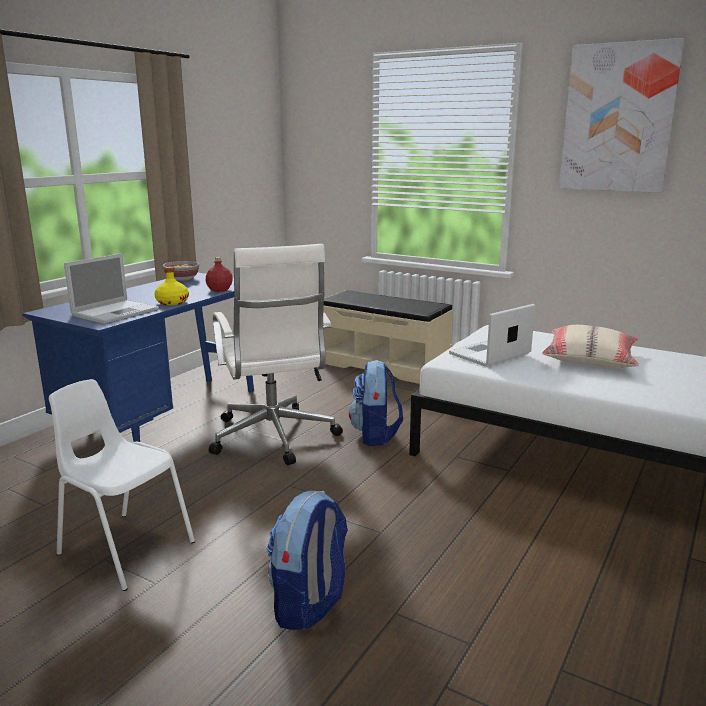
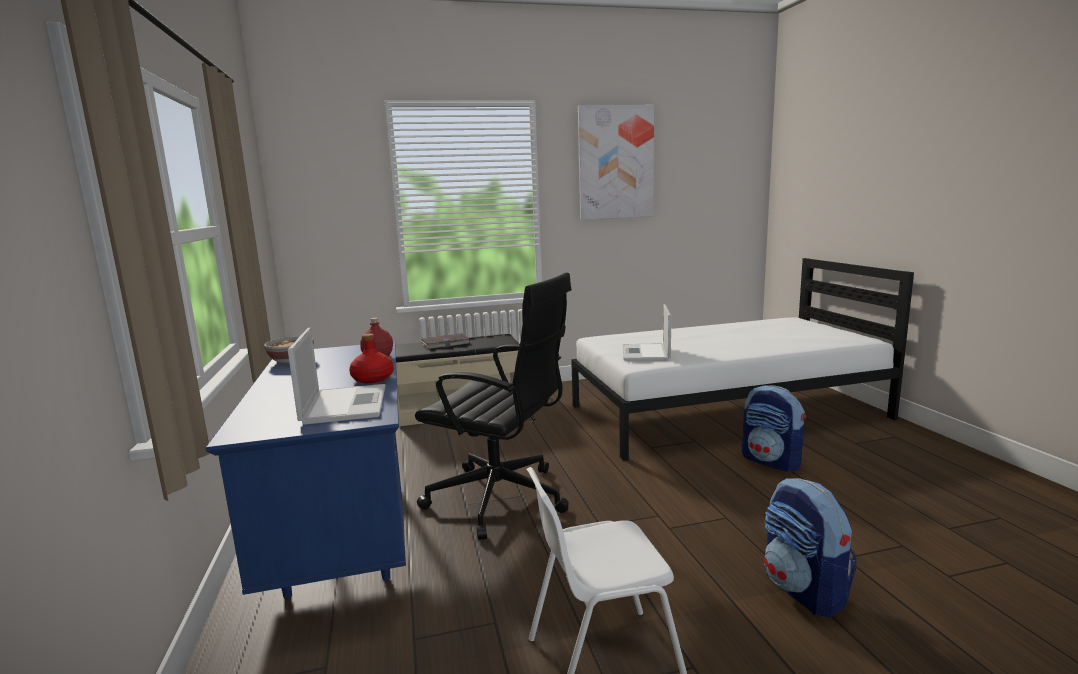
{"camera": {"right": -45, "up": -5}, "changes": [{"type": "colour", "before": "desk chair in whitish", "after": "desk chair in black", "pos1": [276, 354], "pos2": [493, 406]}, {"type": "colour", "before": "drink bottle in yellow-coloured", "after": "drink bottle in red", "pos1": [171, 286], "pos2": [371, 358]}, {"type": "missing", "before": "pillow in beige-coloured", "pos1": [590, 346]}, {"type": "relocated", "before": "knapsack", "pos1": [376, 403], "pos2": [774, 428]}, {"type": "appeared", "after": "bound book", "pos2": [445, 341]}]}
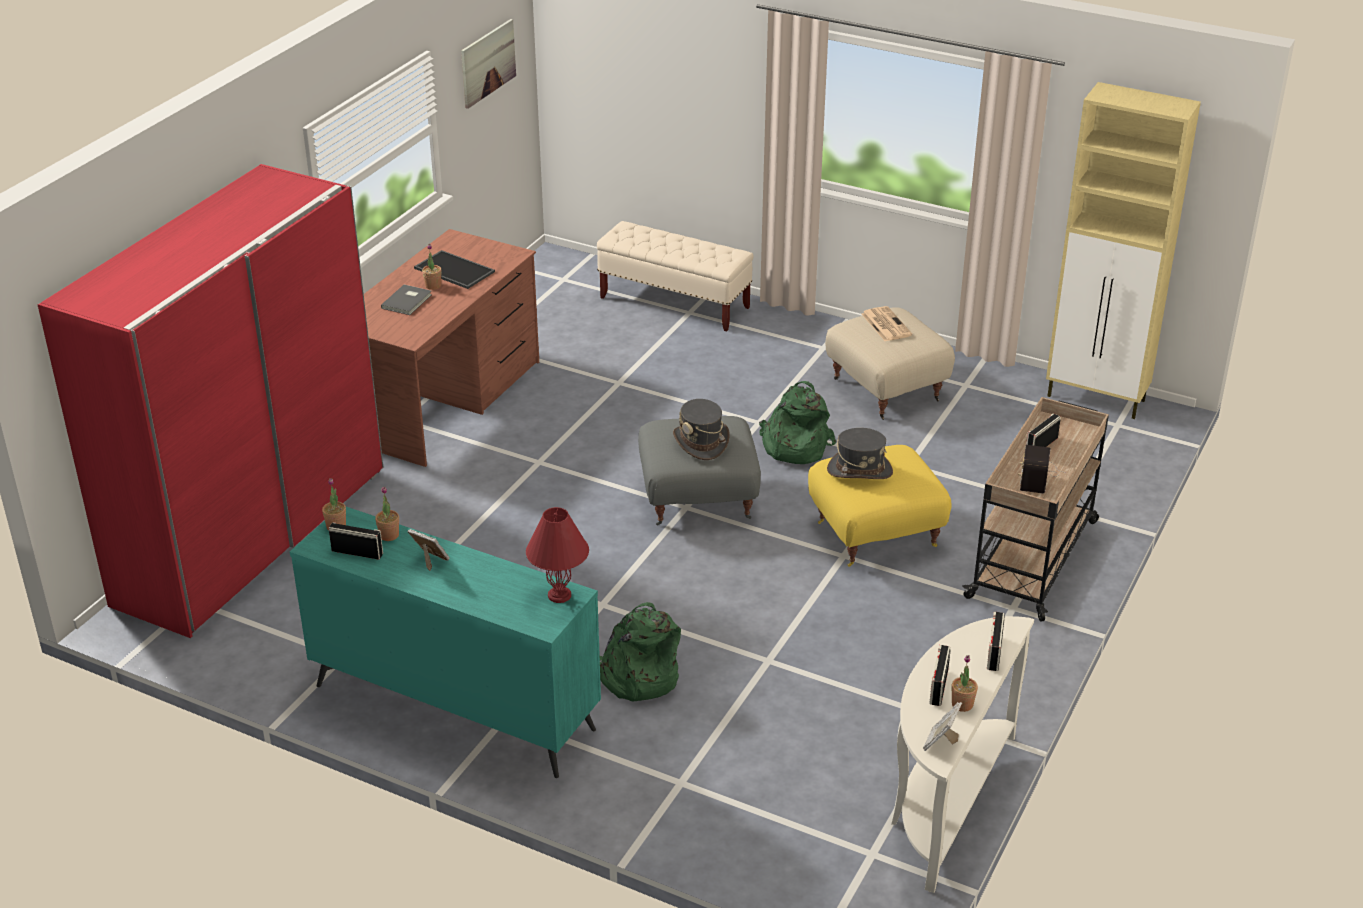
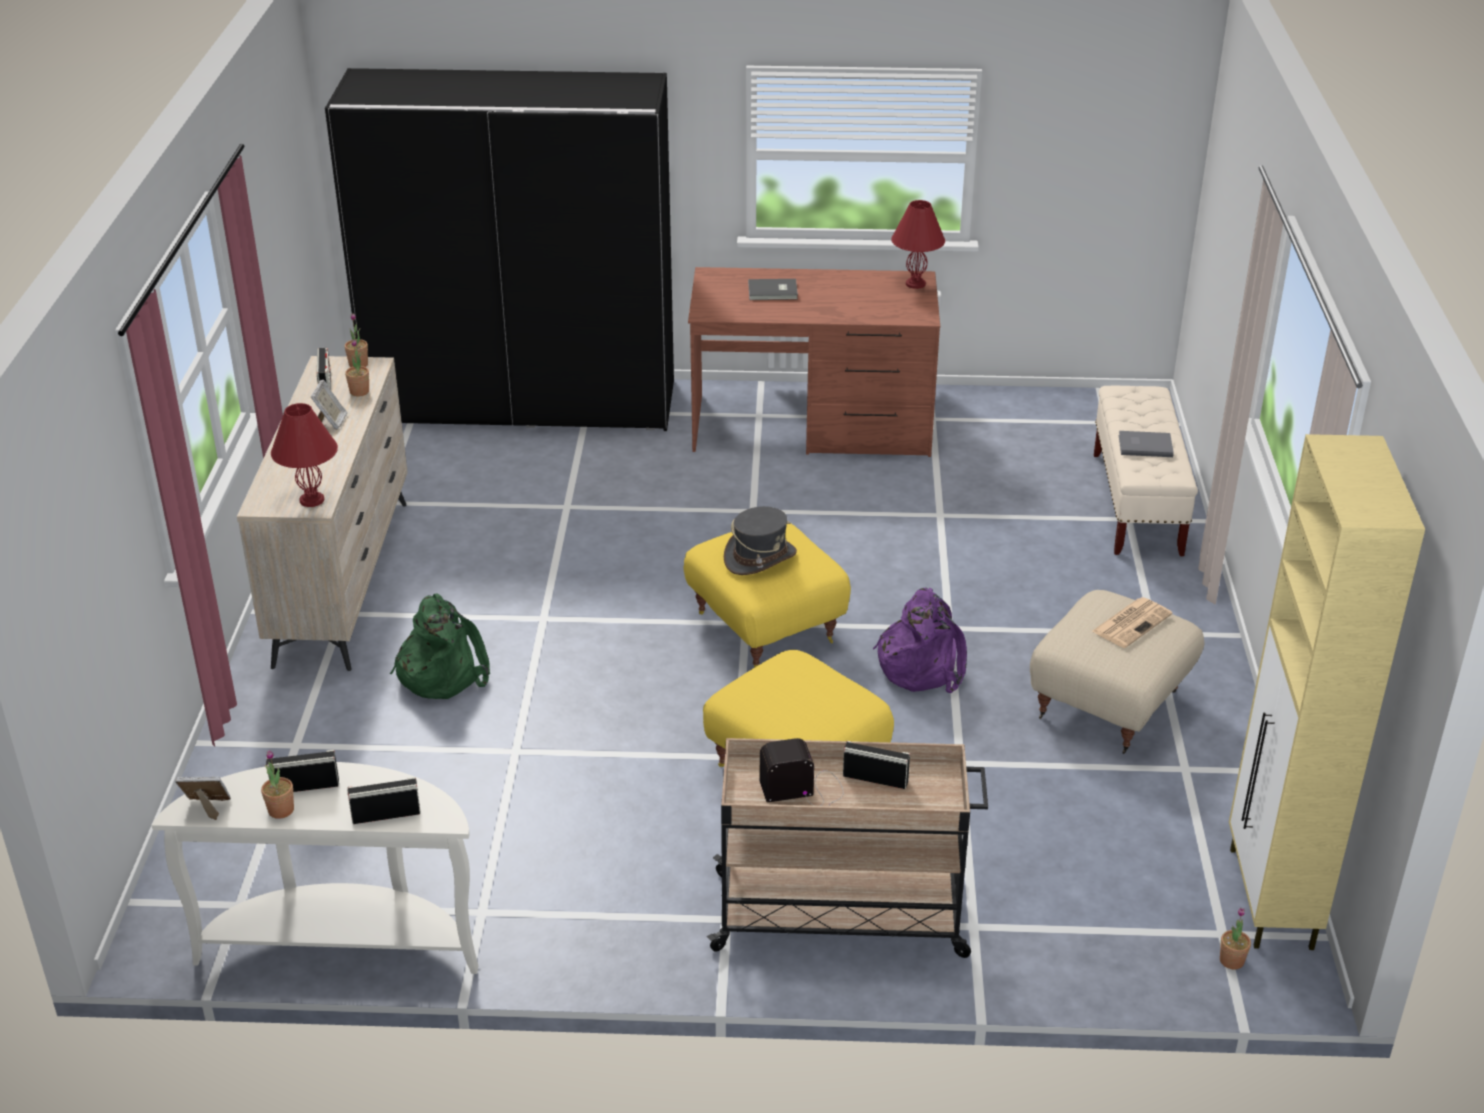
{"camera": {"right": 65, "up": 0}, "changes": [{"type": "missing", "before": "wall art", "pos1": [488, 64]}, {"type": "colour", "before": "clothes cupboard in red", "after": "clothes cupboard in black", "pos1": [211, 401], "pos2": [499, 249]}, {"type": "relocated", "before": "houseplant", "pos1": [431, 266], "pos2": [1235, 939]}, {"type": "missing", "before": "carrying tray", "pos1": [454, 269]}, {"type": "colour", "before": "knapsack in green-coloured", "after": "knapsack in purplish", "pos1": [797, 422], "pos2": [920, 640]}, {"type": "colour", "before": "ottoman in greyish", "after": "ottoman in yellow-coloured", "pos1": [699, 471], "pos2": [767, 595]}, {"type": "missing", "before": "clothing hat in greyish", "pos1": [860, 453]}, {"type": "colour", "before": "dresser in blue-green", "after": "dresser in beige-coloured", "pos1": [445, 642], "pos2": [322, 513]}, {"type": "appeared", "after": "table lamp in red", "pos2": [918, 244]}, {"type": "appeared", "after": "bound book in greyish", "pos2": [1146, 444]}]}
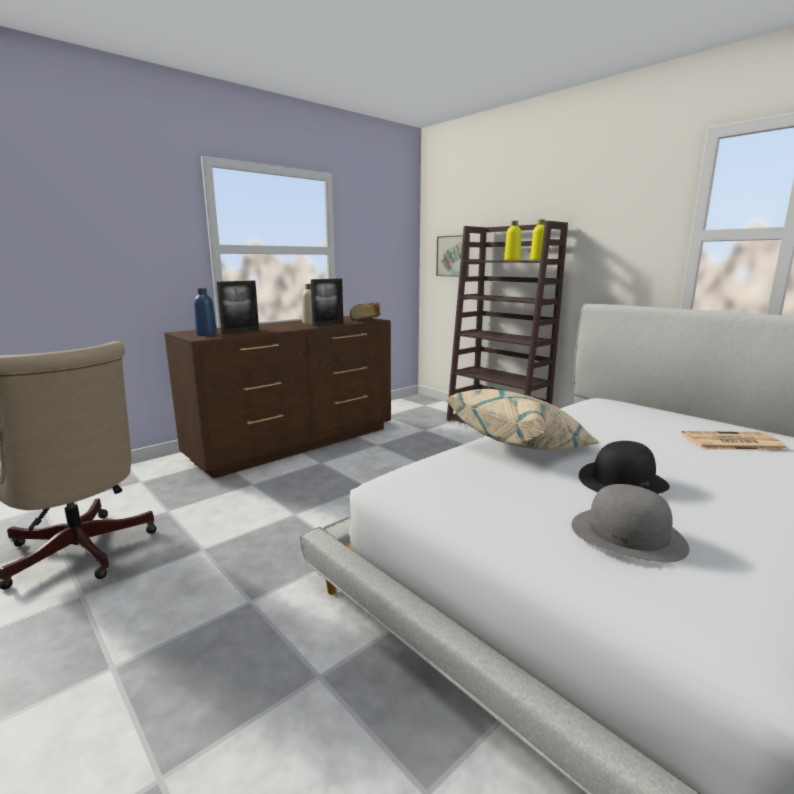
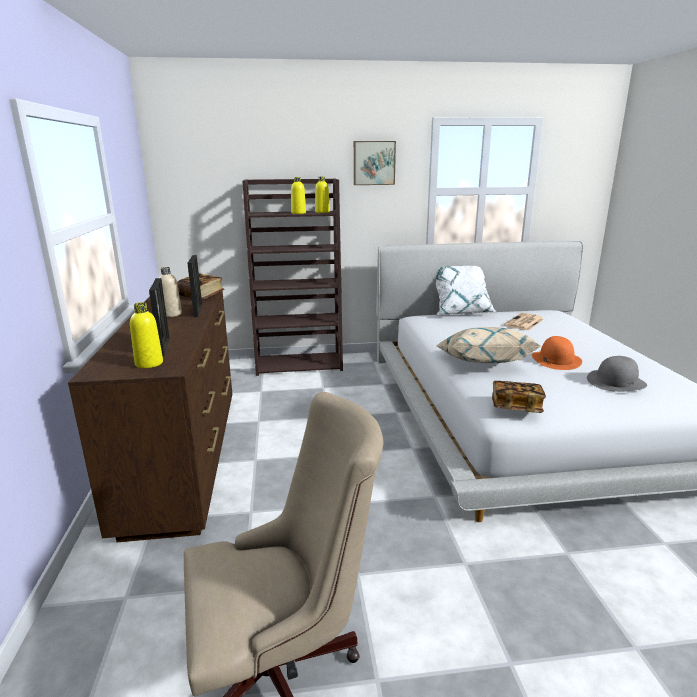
{"camera": {"right": -55, "up": 5}, "changes": [{"type": "relocated", "before": "wall art", "pos1": [453, 256], "pos2": [375, 163]}, {"type": "colour", "before": "drink bottle in blue-coloured", "after": "drink bottle in yellow-coloured", "pos1": [205, 312], "pos2": [146, 335]}, {"type": "colour", "before": "clothing hat in black", "after": "clothing hat in orangey", "pos1": [624, 467], "pos2": [557, 353]}, {"type": "appeared", "after": "pillow in whitish", "pos2": [466, 290]}, {"type": "appeared", "after": "bound book", "pos2": [519, 397]}]}
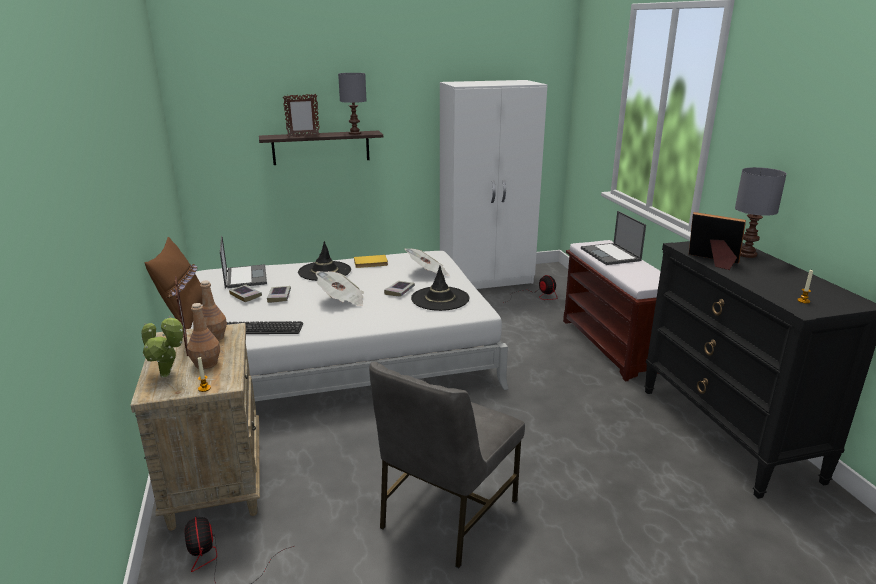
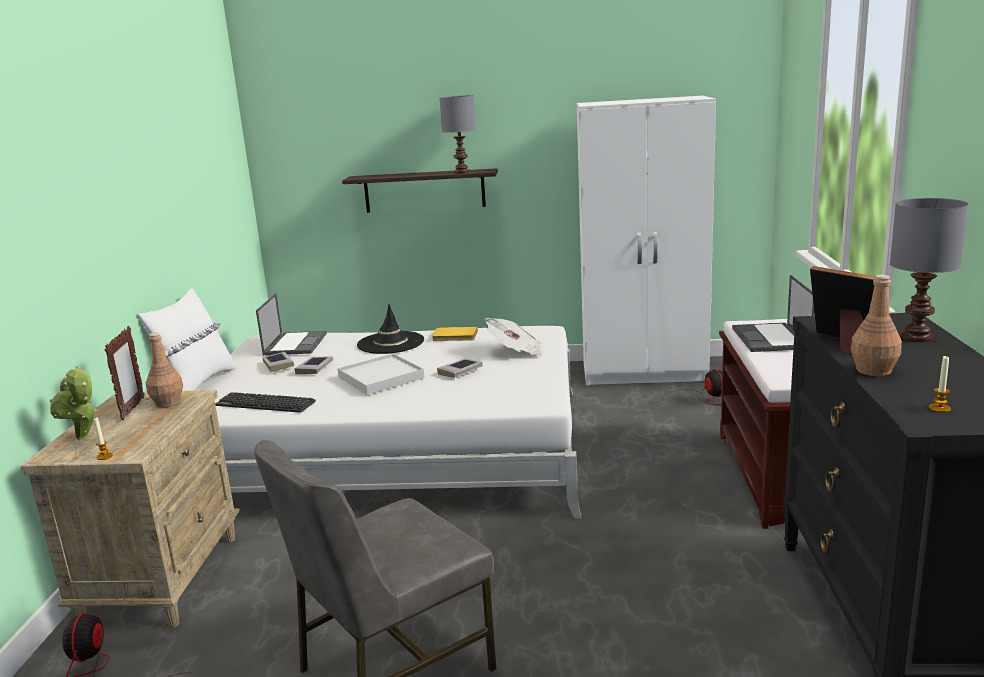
{"camera": {"right": 20, "up": -5}, "changes": [{"type": "missing", "before": "standing frame", "pos1": [301, 115]}, {"type": "colour", "before": "pillow in brown-coloured", "after": "pillow in whitish", "pos1": [173, 283], "pos2": [187, 339]}, {"type": "missing", "before": "clothing hat in black", "pos1": [440, 288]}, {"type": "exchanged", "before": "printed paper", "after": "carrying tray in whitish", "pos1": [340, 288], "pos2": [381, 374]}, {"type": "relocated", "before": "drink bottle in brown-coloured", "pos1": [203, 336], "pos2": [876, 325]}]}
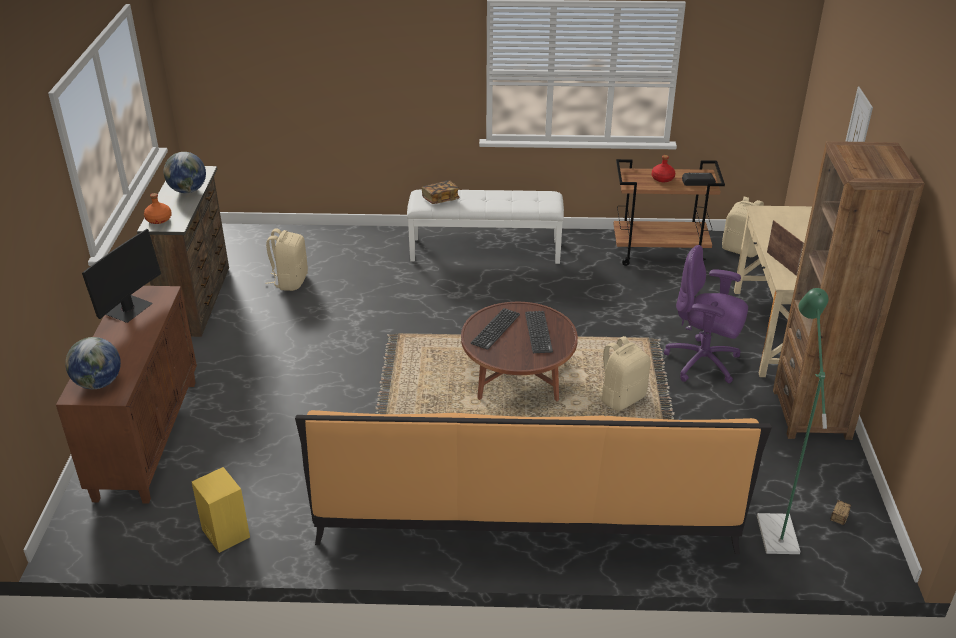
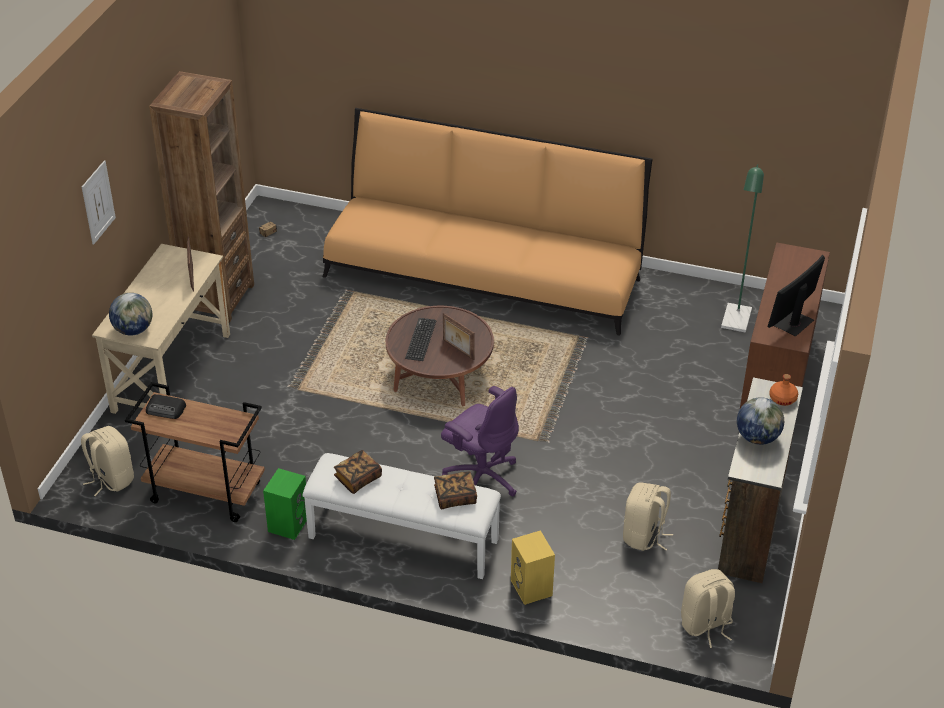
{"camera": {"right": -165, "up": 5}, "changes": [{"type": "missing", "before": "drink bottle in red", "pos1": [663, 168]}, {"type": "relocated", "before": "desk chair in purplish", "pos1": [706, 314], "pos2": [480, 441]}, {"type": "relocated", "before": "standing lamp in green-coloured", "pos1": [793, 421], "pos2": [742, 248]}, {"type": "exchanged", "before": "keyboard", "after": "standing frame", "pos1": [495, 329], "pos2": [459, 336]}, {"type": "relocated", "before": "knapsack in beige-coloured", "pos1": [623, 373], "pos2": [708, 608]}, {"type": "relocated", "before": "desk globe", "pos1": [93, 363], "pos2": [130, 314]}, {"type": "relocated", "before": "speaker in yellow-coloured", "pos1": [221, 510], "pos2": [533, 567]}, {"type": "appeared", "after": "bound book", "pos2": [358, 472]}, {"type": "appeared", "after": "speaker in green-coloured", "pos2": [285, 504]}]}
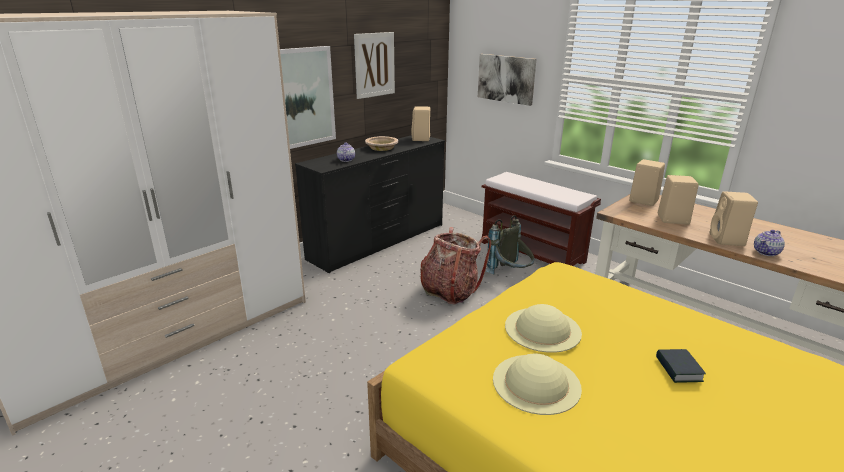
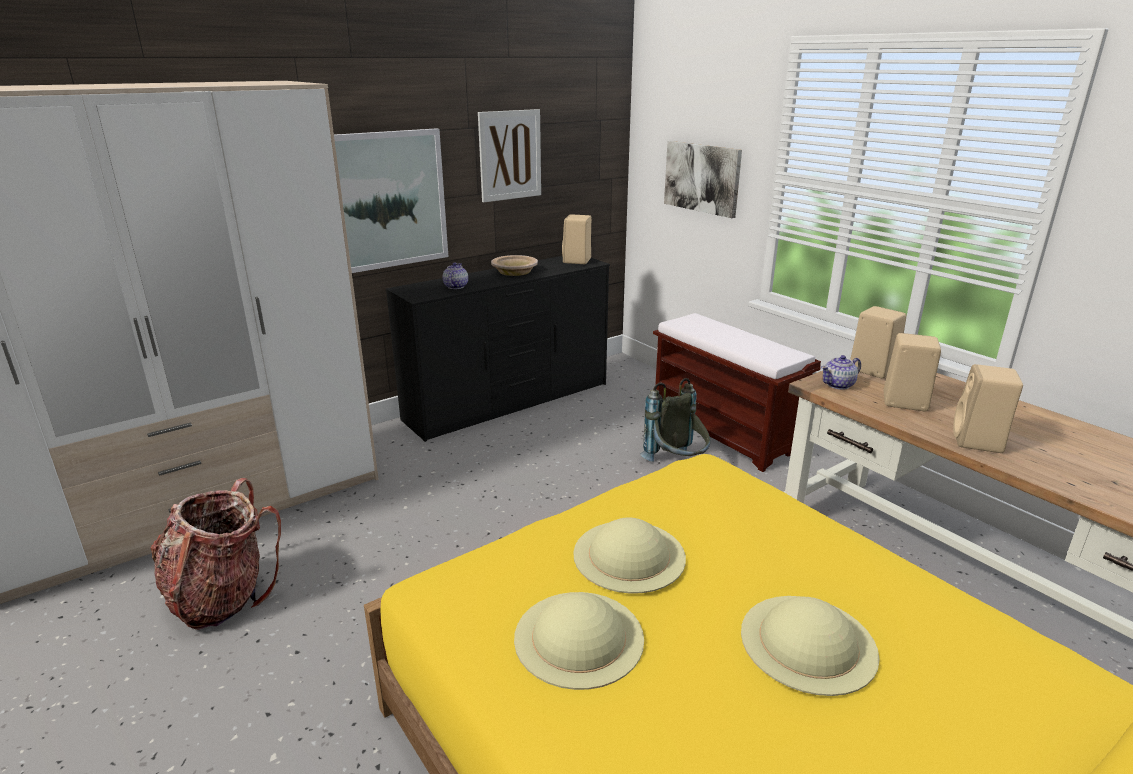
{"camera": {"right": 10, "up": 0}, "changes": [{"type": "relocated", "before": "knapsack", "pos1": [455, 266], "pos2": [216, 554]}, {"type": "relocated", "before": "teapot", "pos1": [769, 243], "pos2": [841, 372]}, {"type": "exchanged", "before": "bound book", "after": "clothing hat in beige-coloured", "pos1": [681, 366], "pos2": [810, 646]}]}
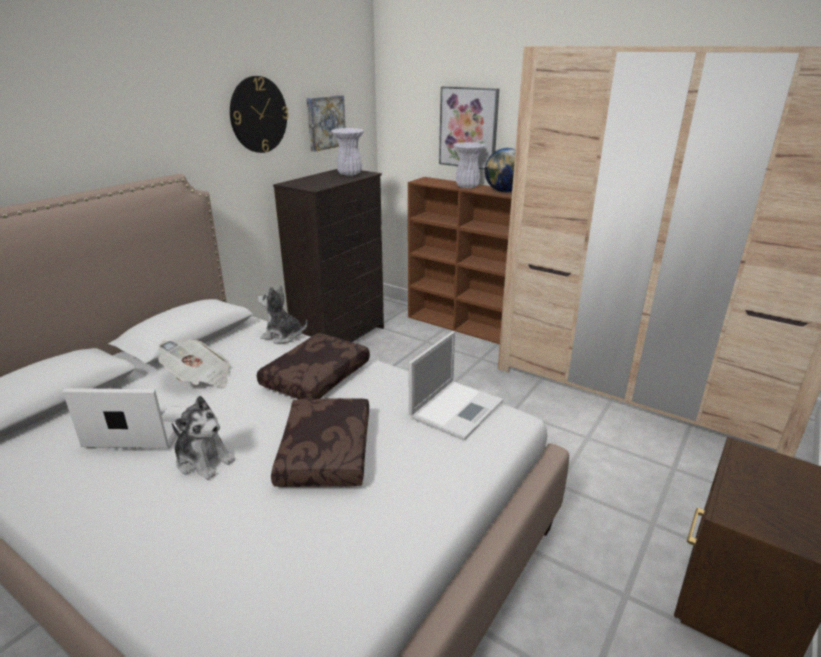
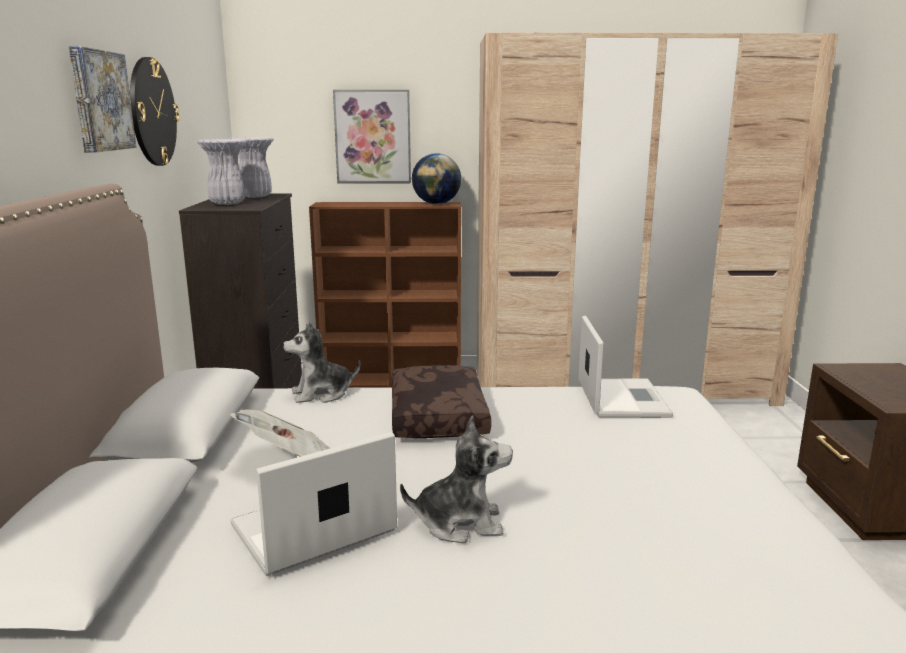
{"camera": {"right": -35, "up": -10}, "changes": [{"type": "relocated", "before": "wall art", "pos1": [326, 123], "pos2": [102, 99]}, {"type": "relocated", "before": "flower vase in whitish", "pos1": [469, 165], "pos2": [222, 172]}, {"type": "missing", "before": "pillow in brown-coloured", "pos1": [320, 442]}]}
